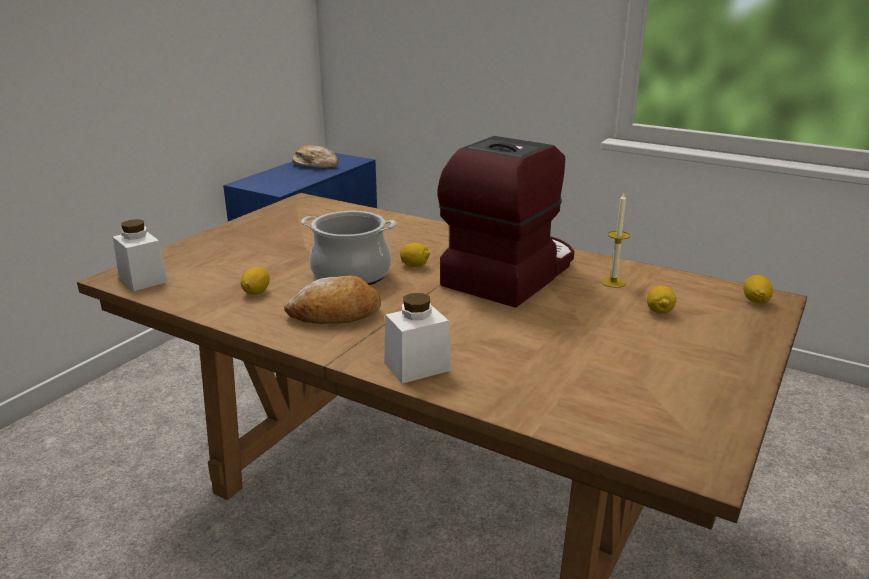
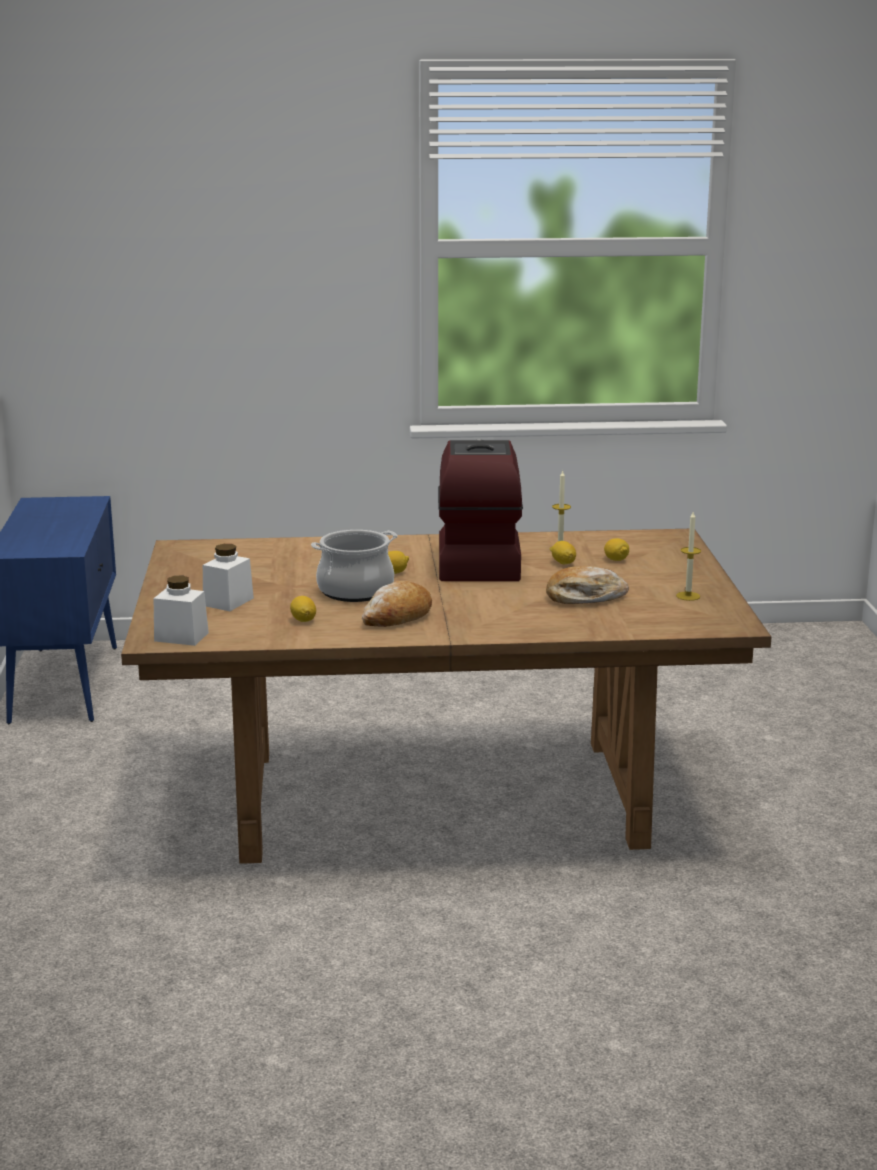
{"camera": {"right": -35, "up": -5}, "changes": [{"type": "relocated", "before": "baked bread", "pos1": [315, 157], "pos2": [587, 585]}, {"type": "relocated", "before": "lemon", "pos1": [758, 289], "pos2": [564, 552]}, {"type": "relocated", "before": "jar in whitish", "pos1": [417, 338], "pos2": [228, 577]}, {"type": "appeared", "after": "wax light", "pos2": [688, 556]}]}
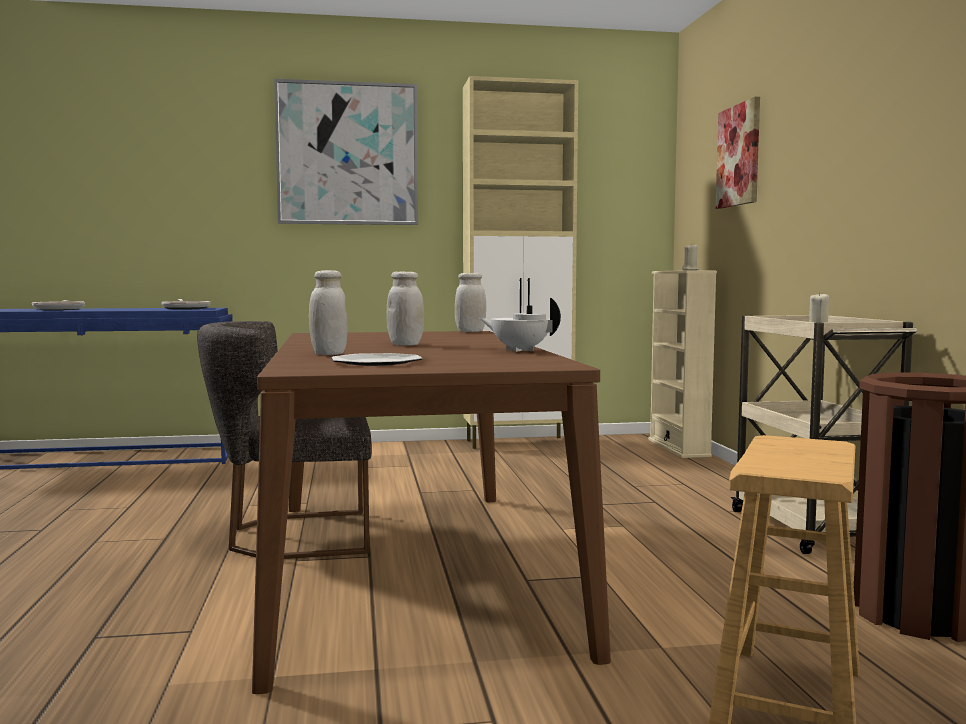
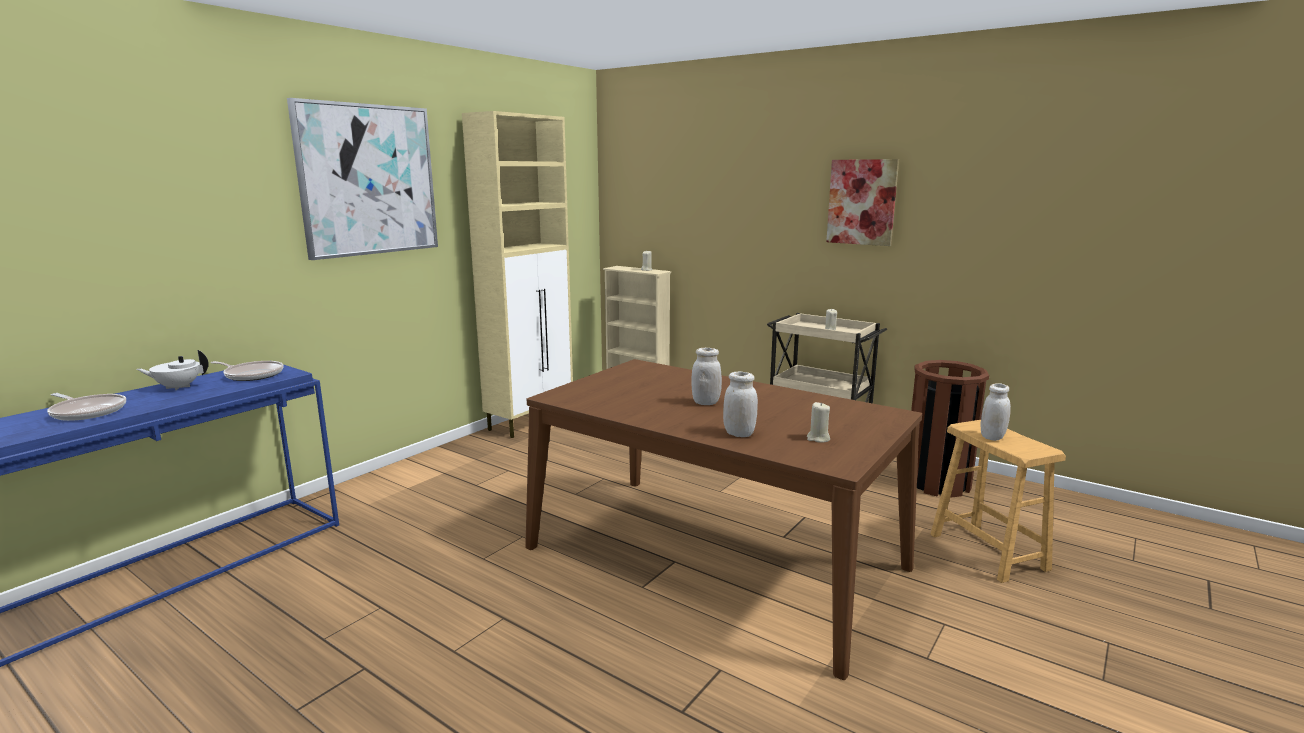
{"camera": {"right": -45, "up": 10}, "changes": [{"type": "relocated", "before": "wall art", "pos1": [738, 153], "pos2": [862, 202]}, {"type": "relocated", "before": "jar in whitish", "pos1": [470, 302], "pos2": [996, 412]}, {"type": "relocated", "before": "teapot in whitish", "pos1": [520, 325], "pos2": [172, 370]}, {"type": "missing", "before": "upright chair in greyish", "pos1": [284, 440]}, {"type": "exchanged", "before": "dinner plate", "after": "wax light in beige-coloured", "pos1": [377, 359], "pos2": [818, 422]}]}
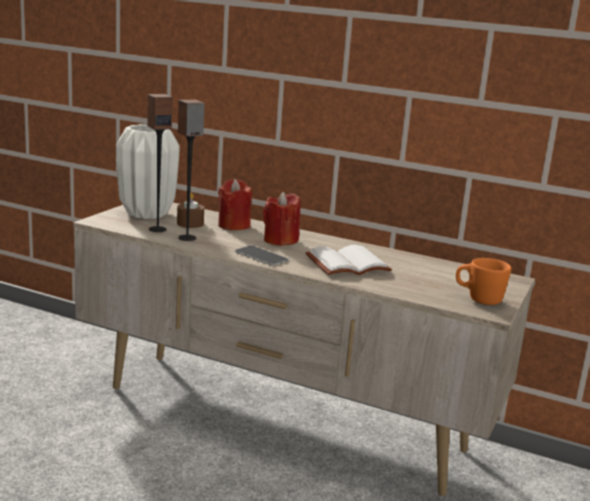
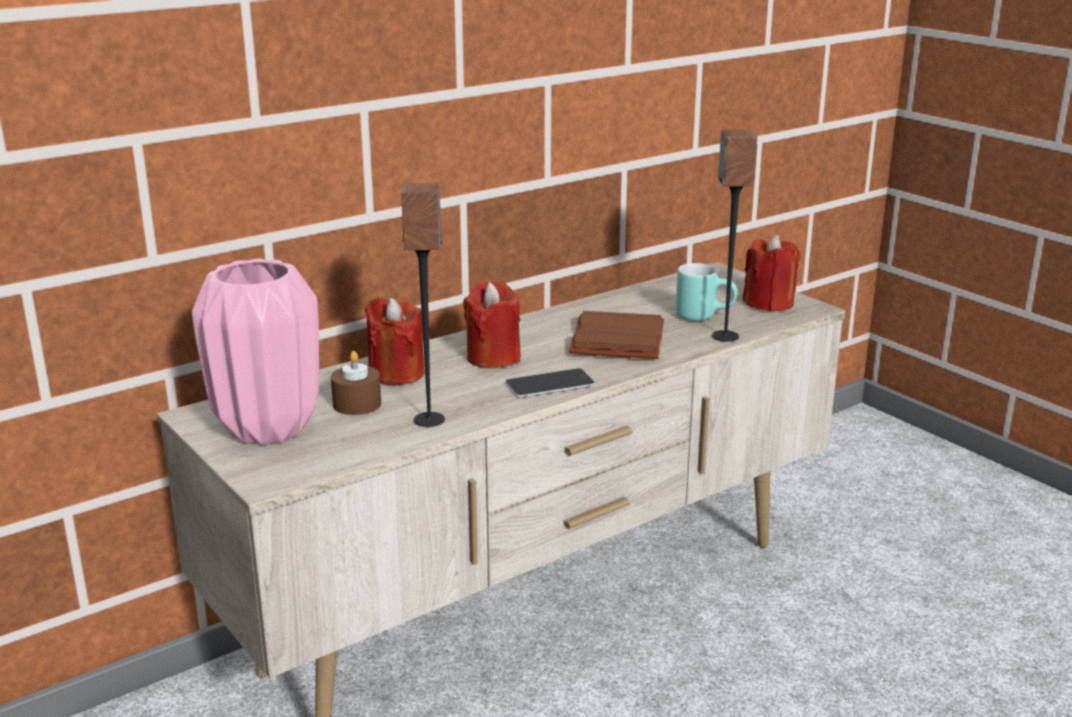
{"camera": {"right": -60, "up": 5}, "changes": [{"type": "relocated", "before": "speaker", "pos1": [159, 163], "pos2": [734, 236]}, {"type": "colour", "before": "flower vase in whitish", "after": "flower vase in pink-coloured", "pos1": [148, 171], "pos2": [255, 351]}, {"type": "colour", "before": "bound book in whitish", "after": "bound book in brown-coloured", "pos1": [349, 260], "pos2": [616, 335]}, {"type": "exchanged", "before": "tea mug in orangey", "after": "wax light in red", "pos1": [483, 281], "pos2": [771, 273]}, {"type": "appeared", "after": "tea mug in blue-green", "pos2": [706, 292]}]}
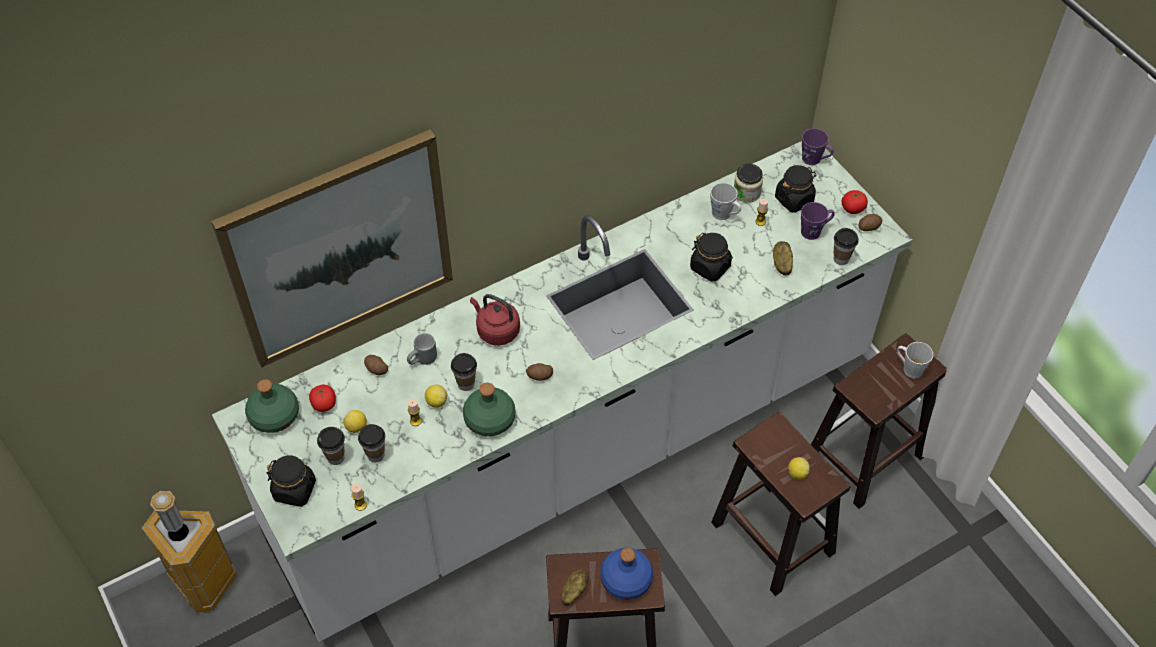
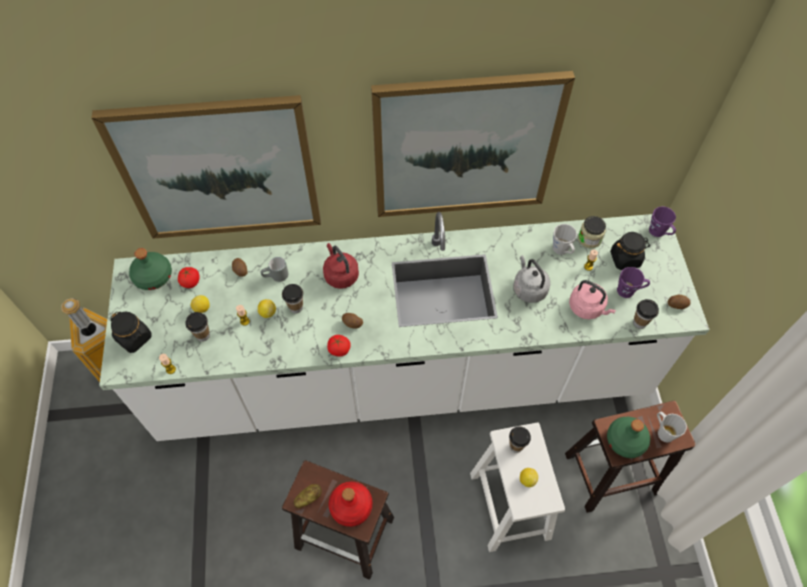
{"camera": {"right": 25, "up": 5}, "changes": [{"type": "relocated", "before": "whole tomato", "pos1": [855, 202], "pos2": [339, 346]}, {"type": "exchanged", "before": "jar in black", "after": "tea kettle in greyish", "pos1": [711, 257], "pos2": [532, 279]}, {"type": "exchanged", "before": "potato", "after": "tea kettle in pink-coloured", "pos1": [783, 258], "pos2": [592, 299]}, {"type": "relocated", "before": "drink bottle in green-coloured", "pos1": [489, 409], "pos2": [628, 437]}, {"type": "colour", "before": "stool seat in brown-coloured", "after": "stool seat in whitish", "pos1": [780, 504], "pos2": [517, 487]}, {"type": "relocated", "before": "small cup", "pos1": [331, 446], "pos2": [520, 439]}, {"type": "colour", "before": "drink bottle in blue-coloured", "after": "drink bottle in red", "pos1": [626, 573], "pos2": [350, 504]}, {"type": "appeared", "after": "wall art", "pos2": [473, 144]}]}
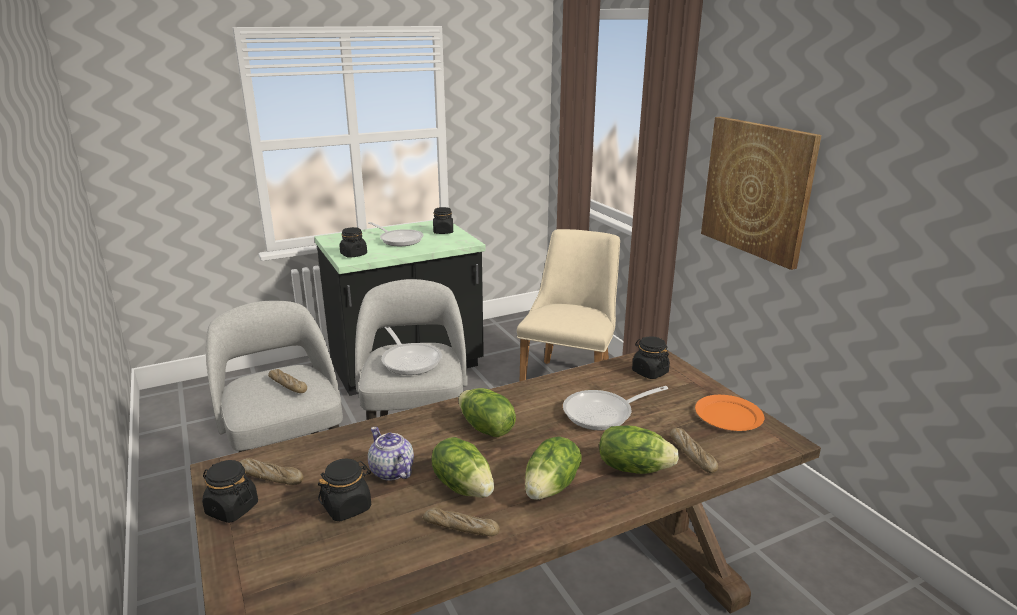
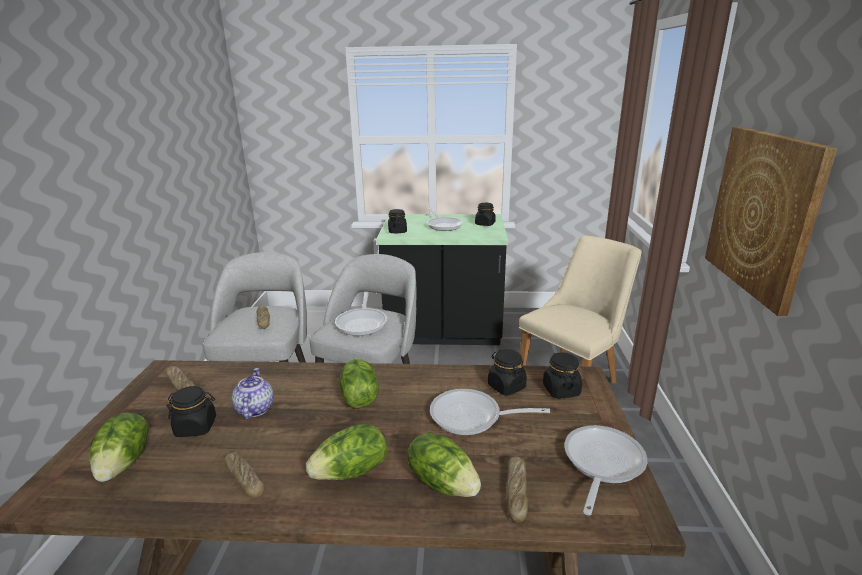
{"camera": {"right": 30, "up": 0}, "changes": [{"type": "exchanged", "before": "dinner plate in orangey", "after": "pan", "pos1": [729, 413], "pos2": [605, 470]}, {"type": "relocated", "before": "lettuce", "pos1": [462, 467], "pos2": [119, 447]}, {"type": "relocated", "before": "jar in black", "pos1": [230, 491], "pos2": [507, 372]}]}
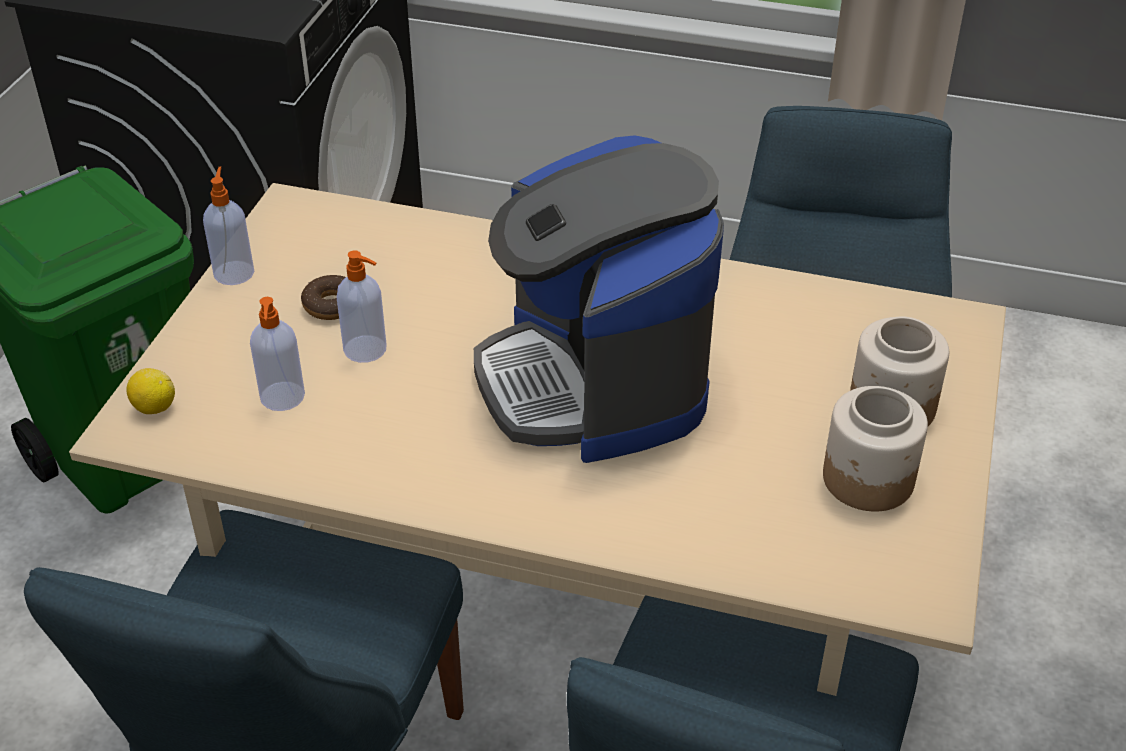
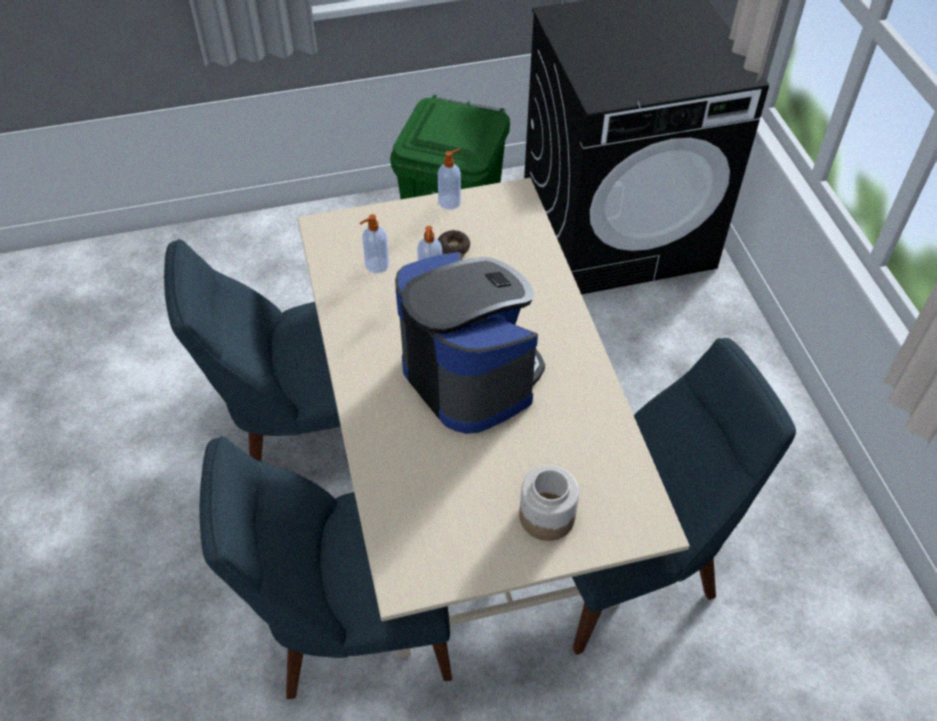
{"camera": {"right": 60, "up": 10}, "changes": [{"type": "spun", "before": "coffee maker", "pos1": [599, 299], "pos2": [470, 343], "turn": 105}, {"type": "missing", "before": "lemon", "pos1": [150, 391]}, {"type": "missing", "before": "jar", "pos1": [875, 449]}]}
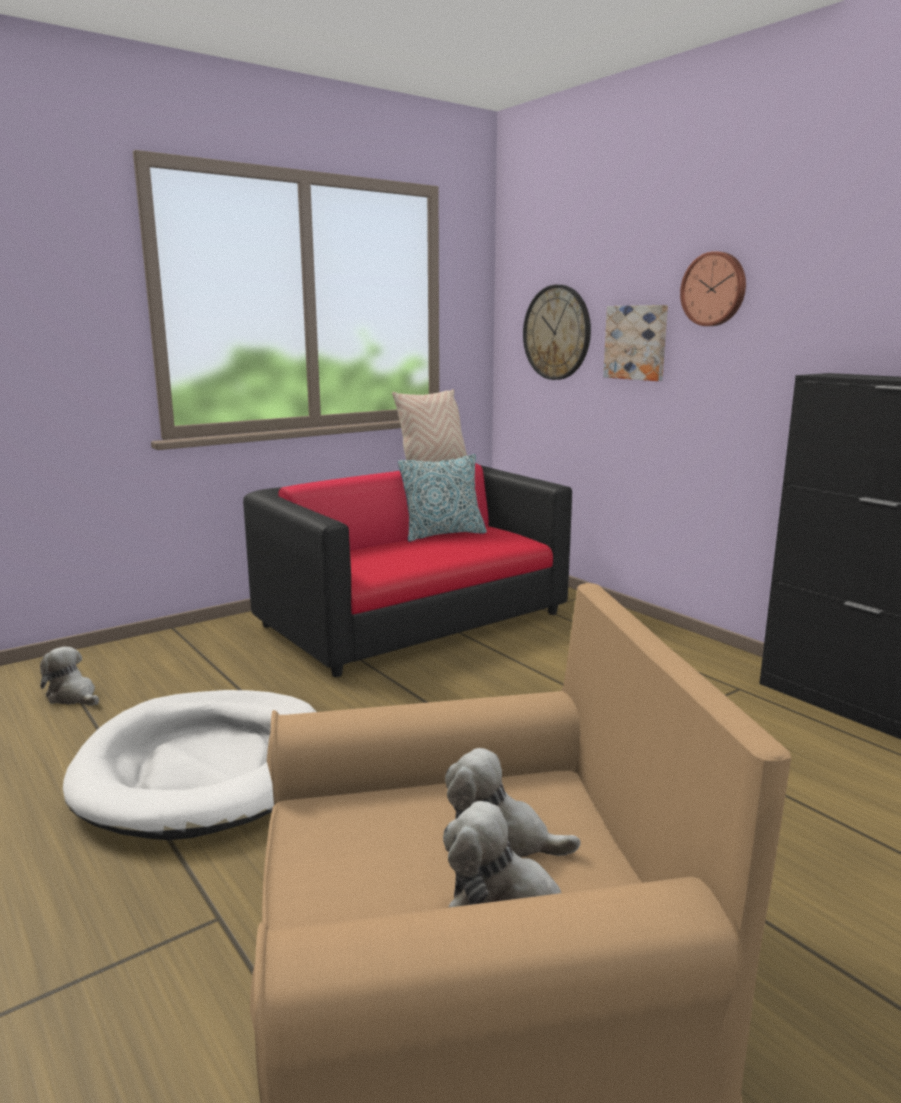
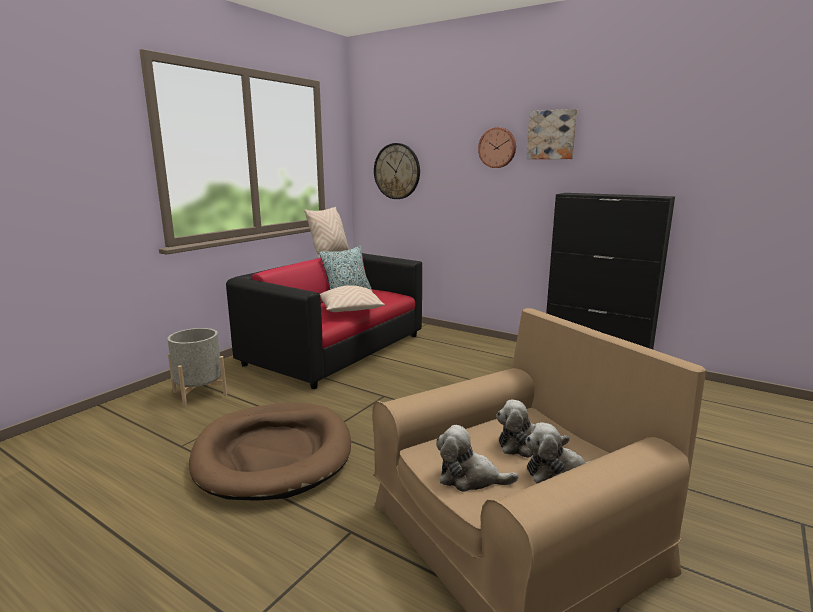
{"camera": {"right": -20, "up": 0}, "changes": [{"type": "relocated", "before": "wall art", "pos1": [635, 343], "pos2": [551, 134]}, {"type": "relocated", "before": "plush toy", "pos1": [69, 676], "pos2": [477, 458]}, {"type": "colour", "before": "pet bed in whitish", "after": "pet bed in brown-coloured", "pos1": [189, 765], "pos2": [270, 452]}, {"type": "appeared", "after": "pillow in beige-coloured", "pos2": [352, 298]}, {"type": "appeared", "after": "planter in greyish", "pos2": [197, 367]}]}
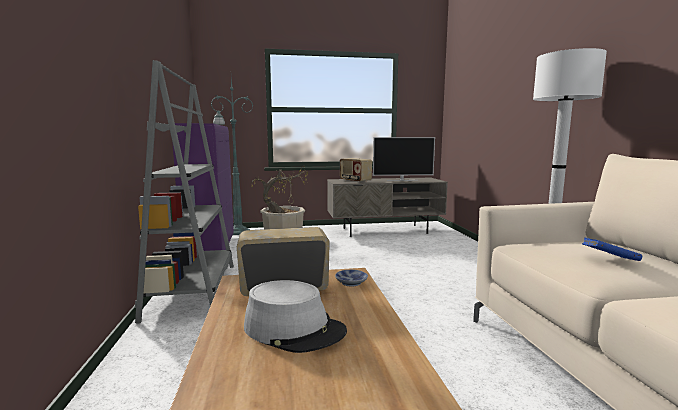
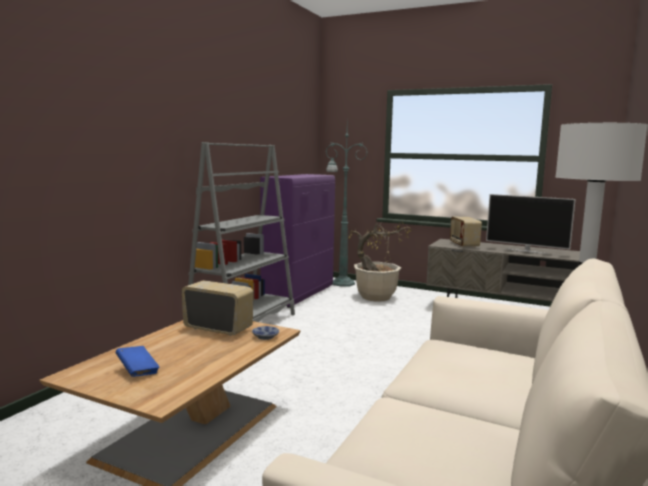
{"camera": {"right": 35, "up": 0}, "changes": [{"type": "relocated", "before": "bound book in blue-coloured", "pos1": [612, 249], "pos2": [138, 361]}, {"type": "missing", "before": "clothing hat in greyish", "pos1": [295, 316]}]}
